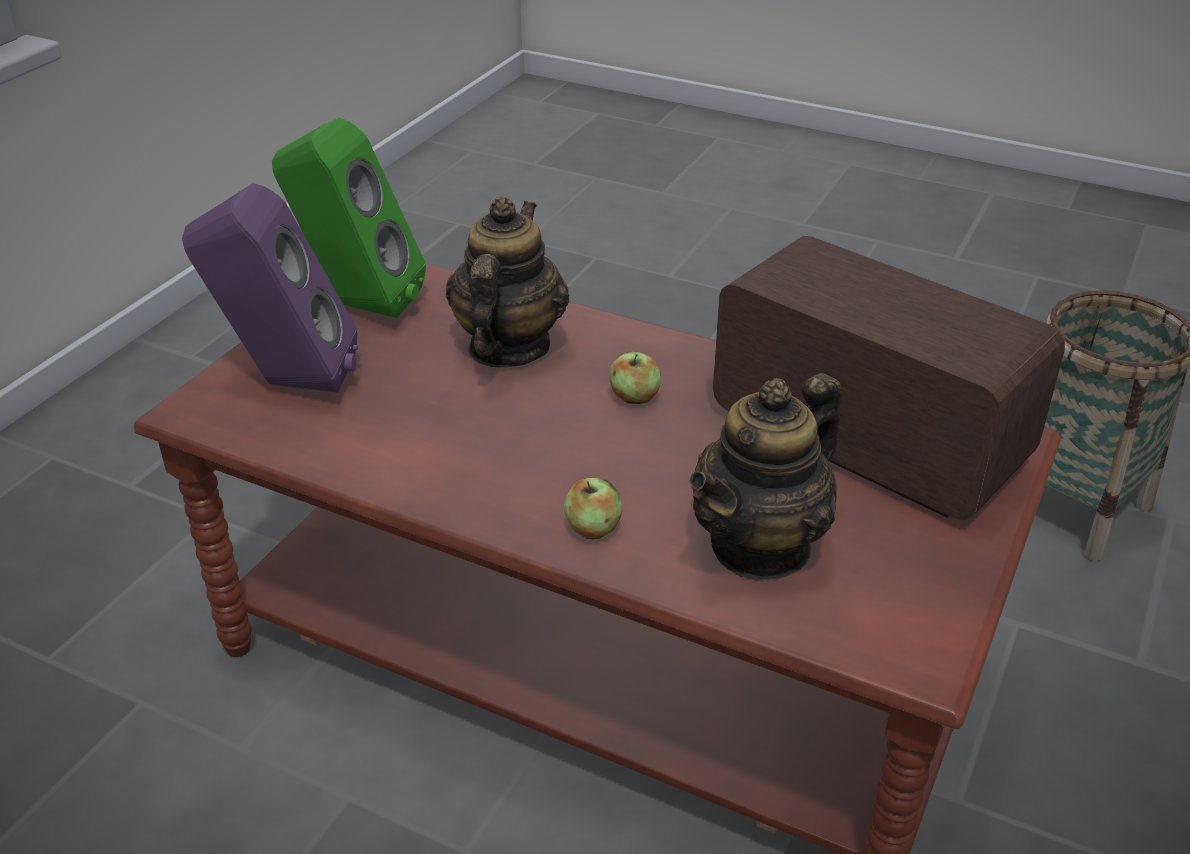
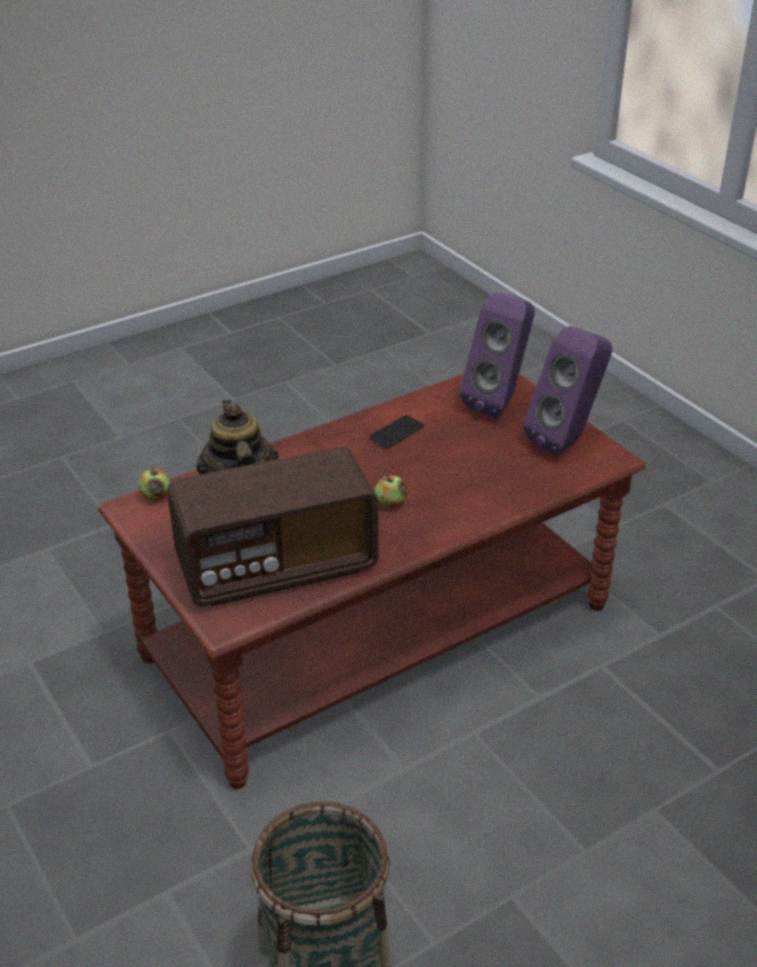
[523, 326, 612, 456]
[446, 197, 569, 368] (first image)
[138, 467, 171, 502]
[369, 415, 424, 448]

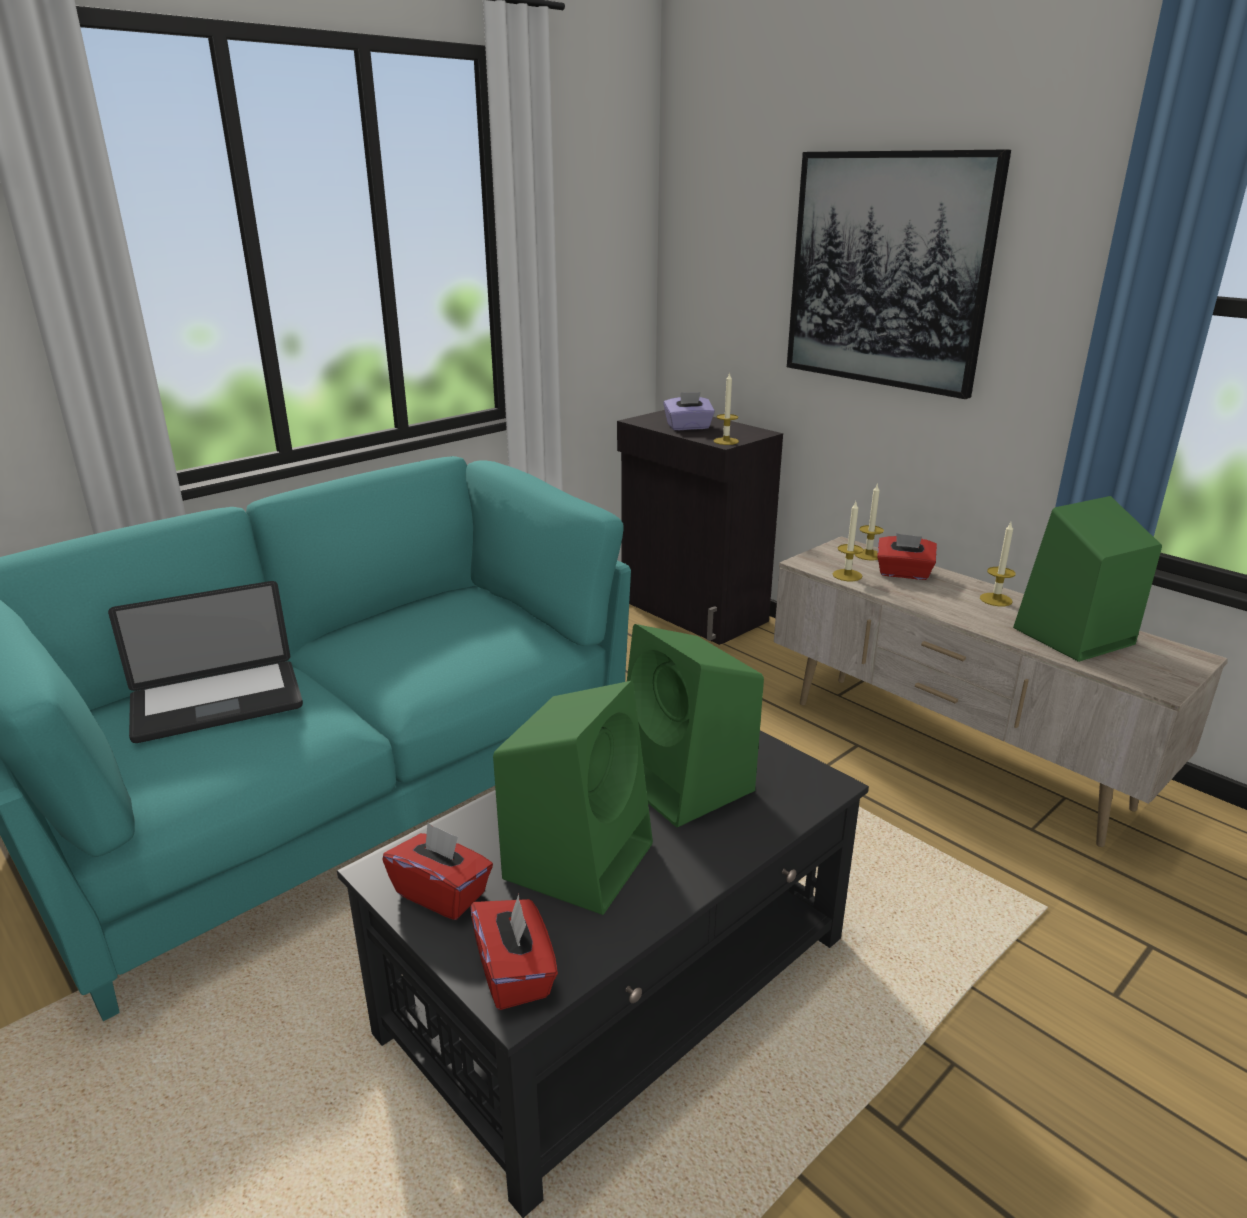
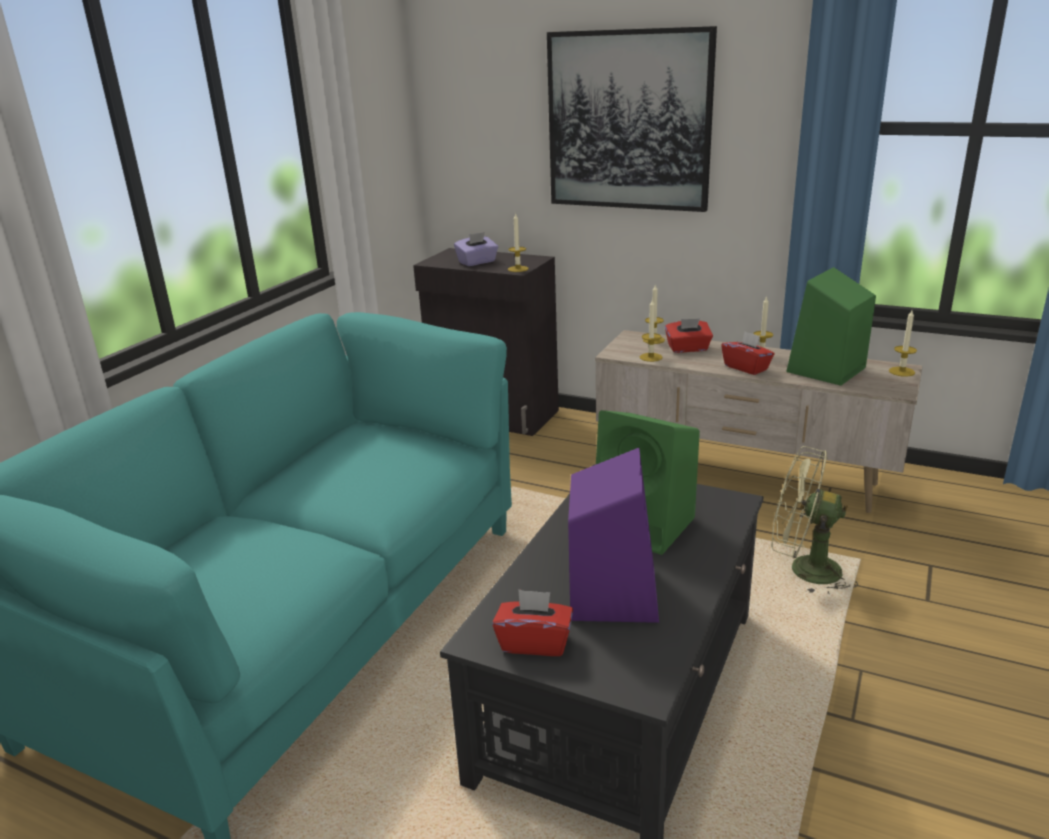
[108, 581, 303, 743] (first image)
[721, 331, 774, 375]
[568, 448, 659, 623]
[771, 446, 858, 595]
[889, 310, 917, 377]

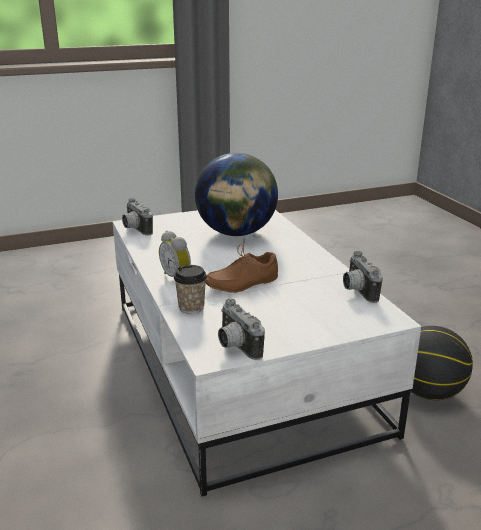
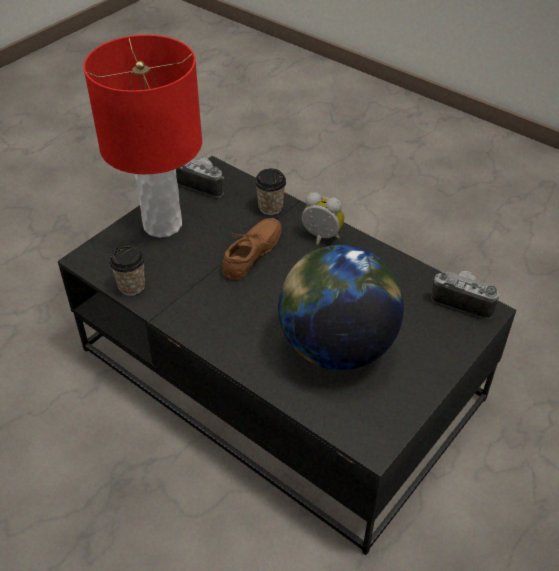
[58, 156, 516, 555]
[109, 245, 145, 296]
[411, 326, 473, 400] (first image)
[83, 35, 202, 238]

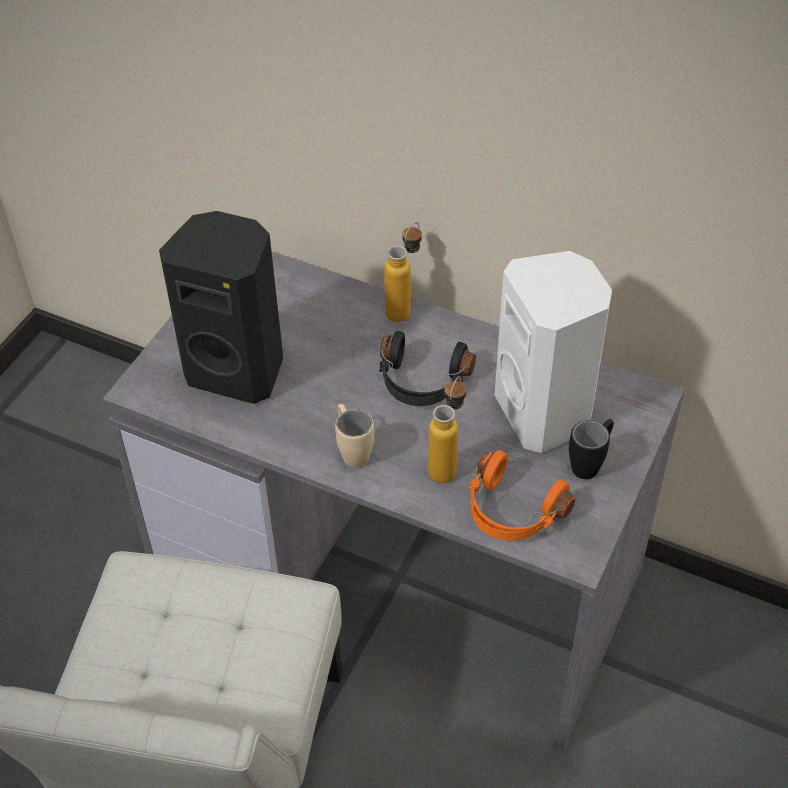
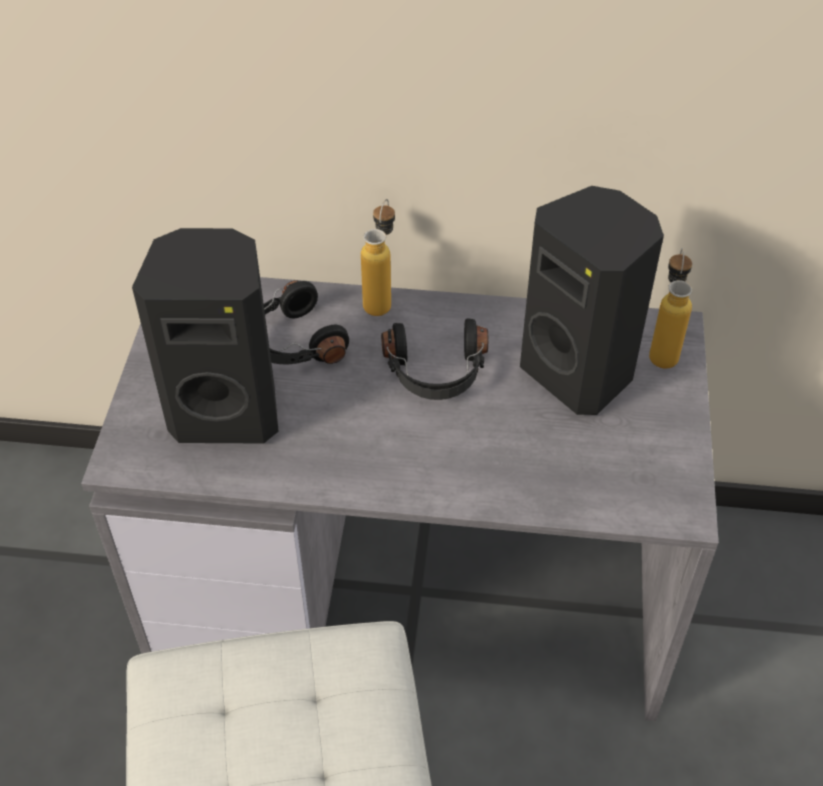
[335, 404, 374, 468] (first image)
[649, 248, 692, 369]
[469, 450, 576, 540] (first image)
[520, 186, 664, 415]
[569, 419, 614, 479] (first image)
[264, 280, 349, 365]

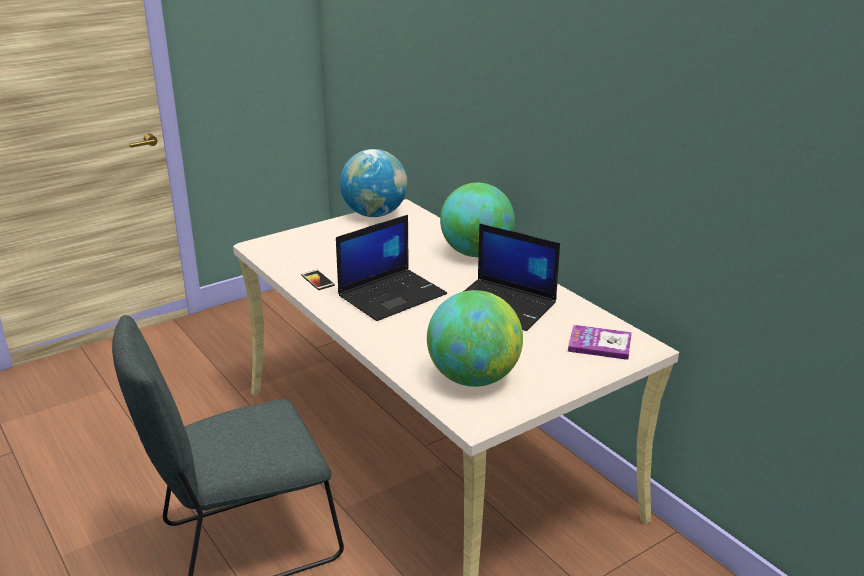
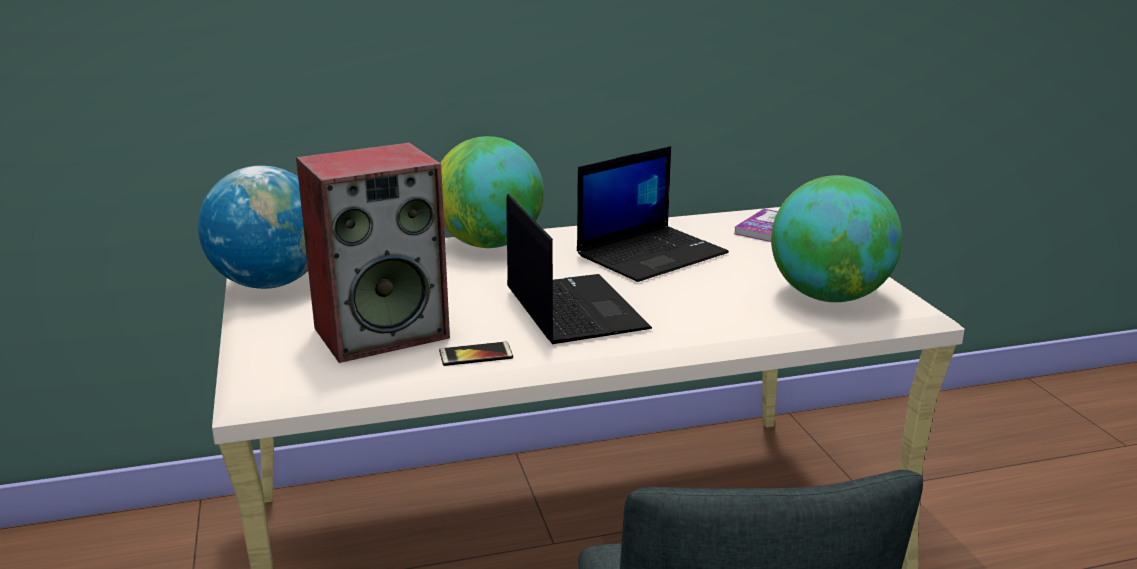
[296, 143, 450, 363]

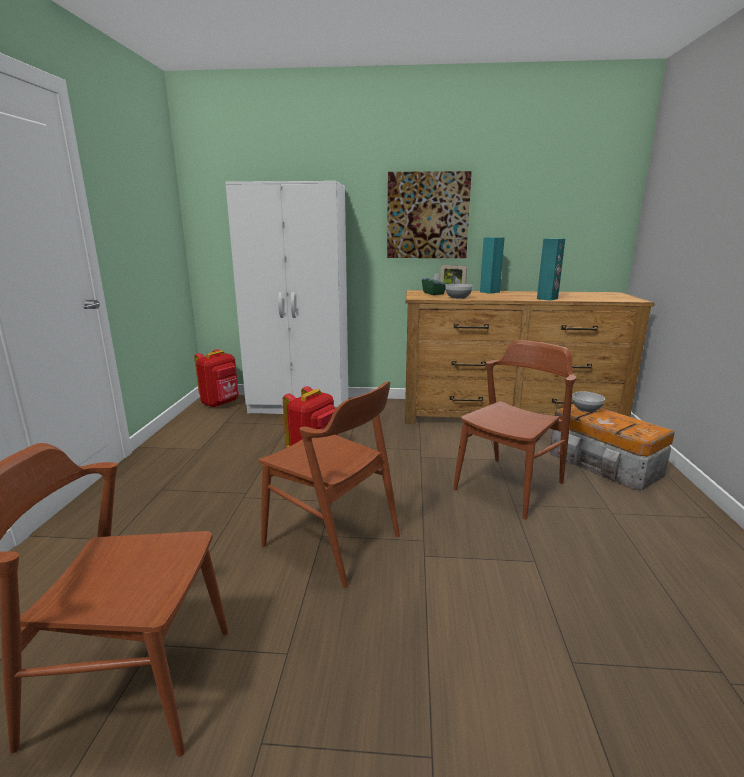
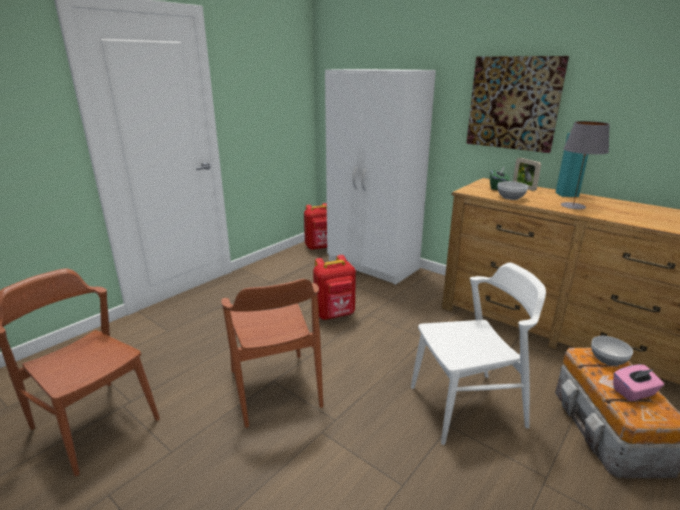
[411, 263, 546, 445]
[537, 238, 565, 301] (first image)
[561, 121, 610, 209]
[613, 364, 664, 401]

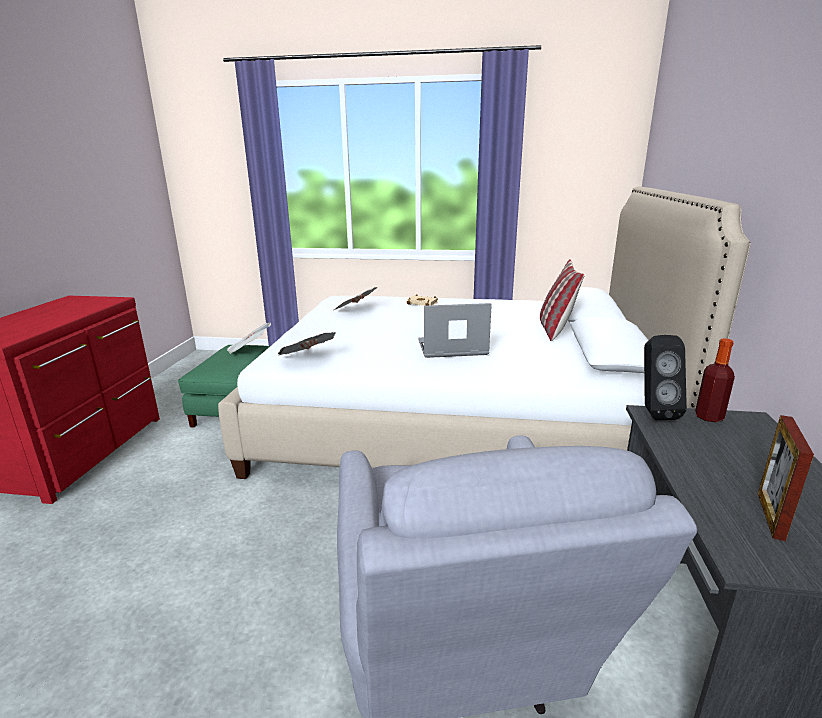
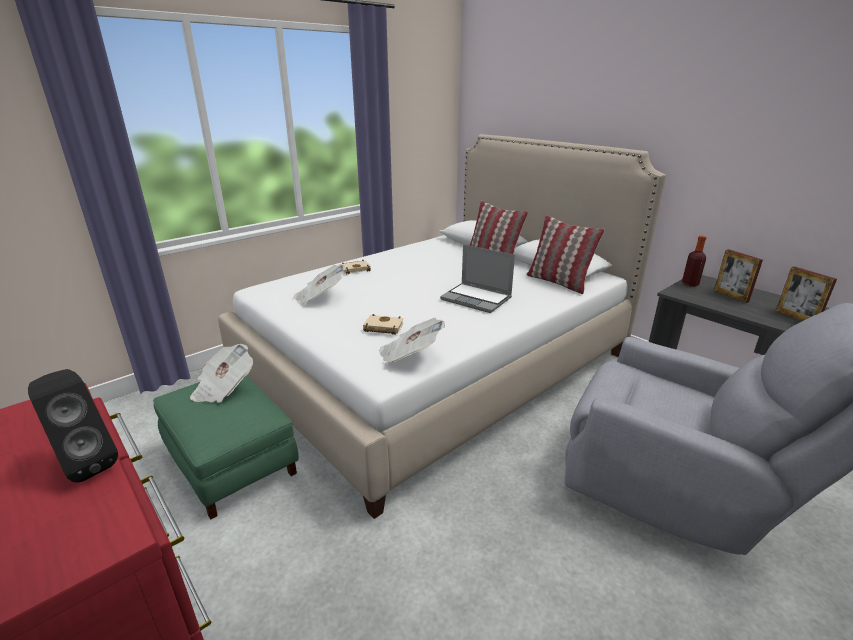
[440, 244, 515, 313]
[28, 369, 118, 482]
[363, 314, 403, 335]
[527, 215, 604, 294]
[714, 249, 763, 303]

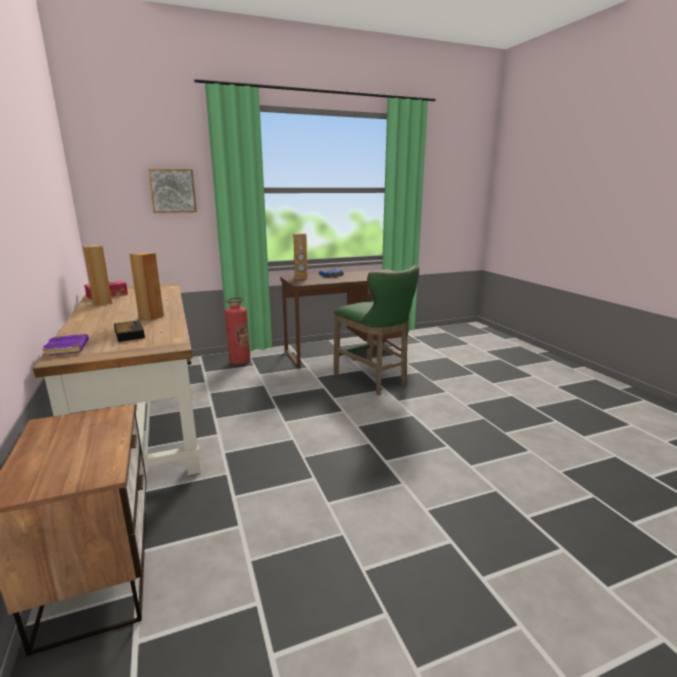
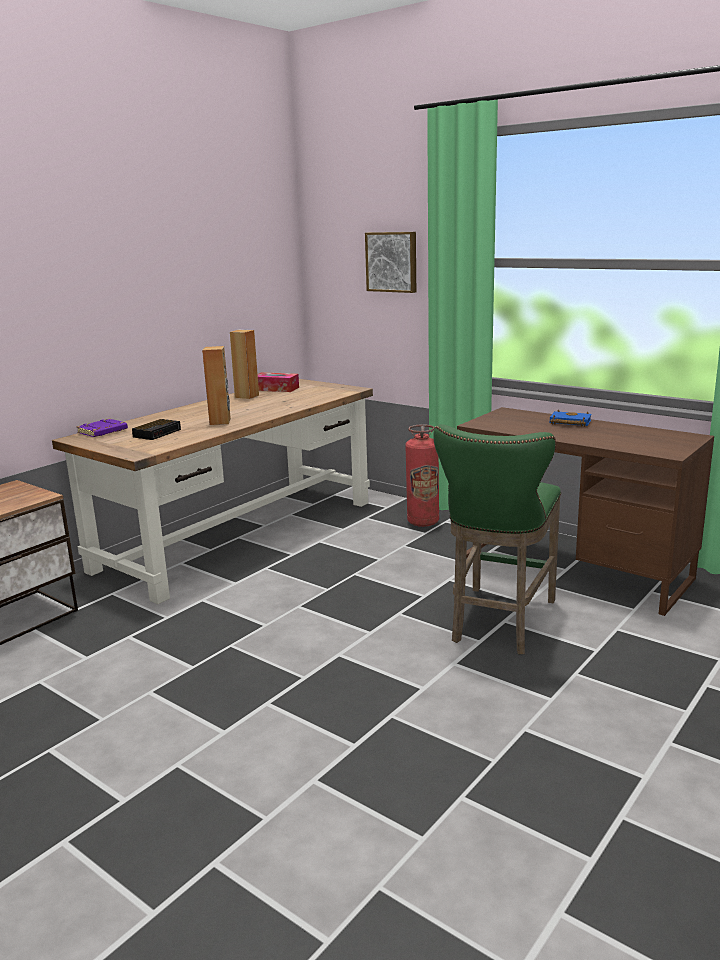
[293, 233, 308, 279] (first image)

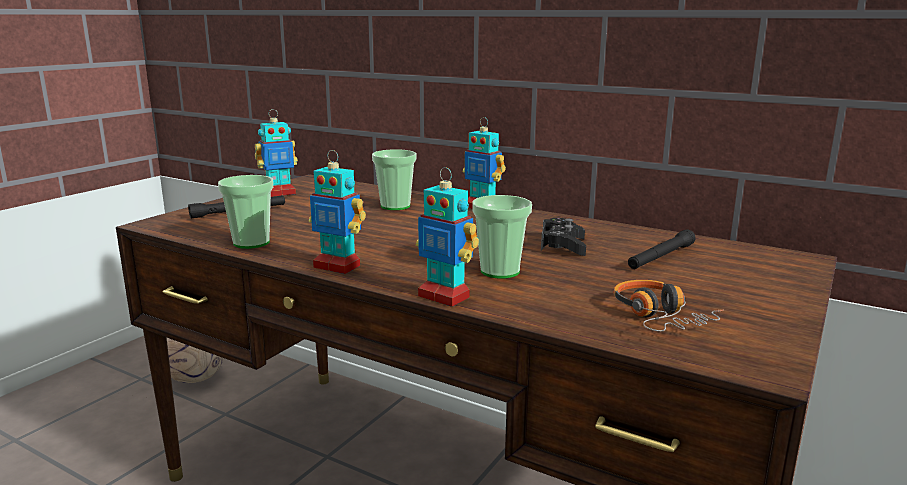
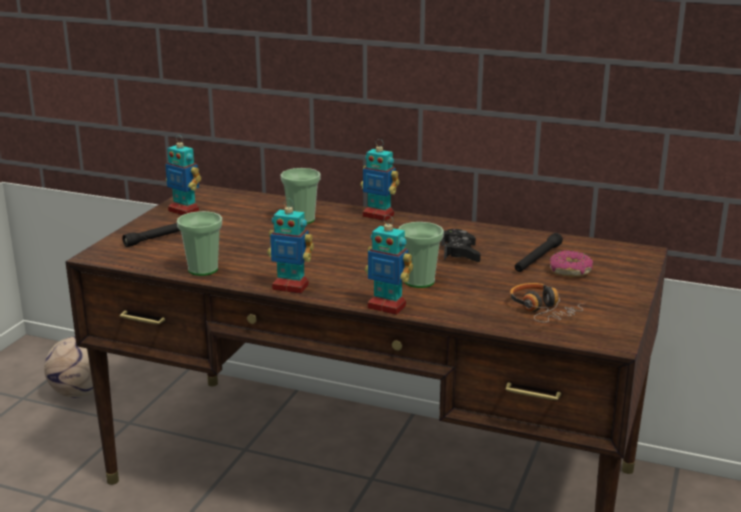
[165, 135, 201, 215]
[550, 250, 593, 277]

